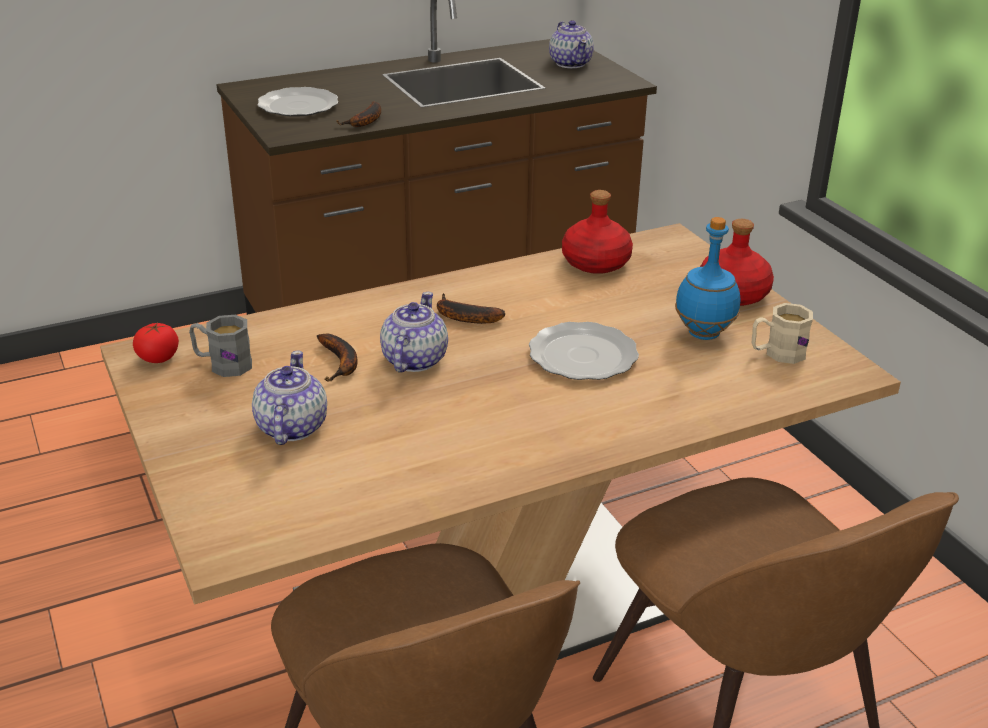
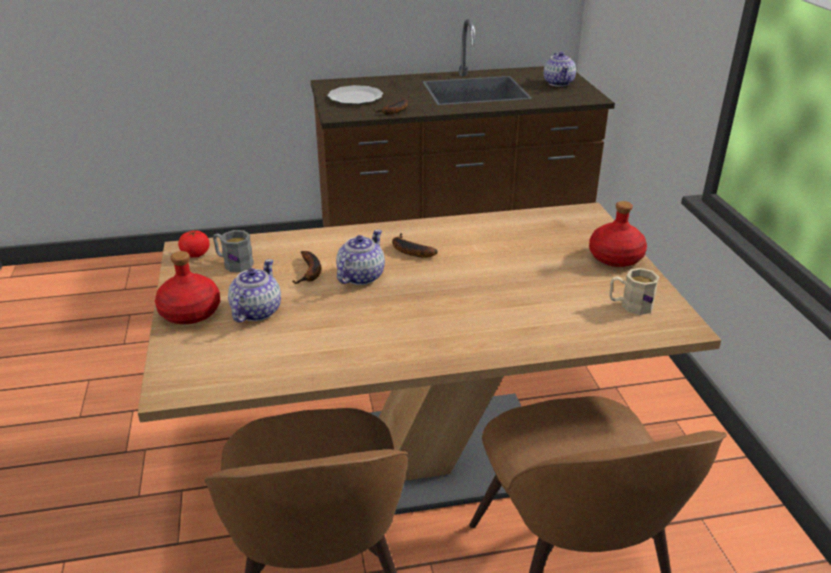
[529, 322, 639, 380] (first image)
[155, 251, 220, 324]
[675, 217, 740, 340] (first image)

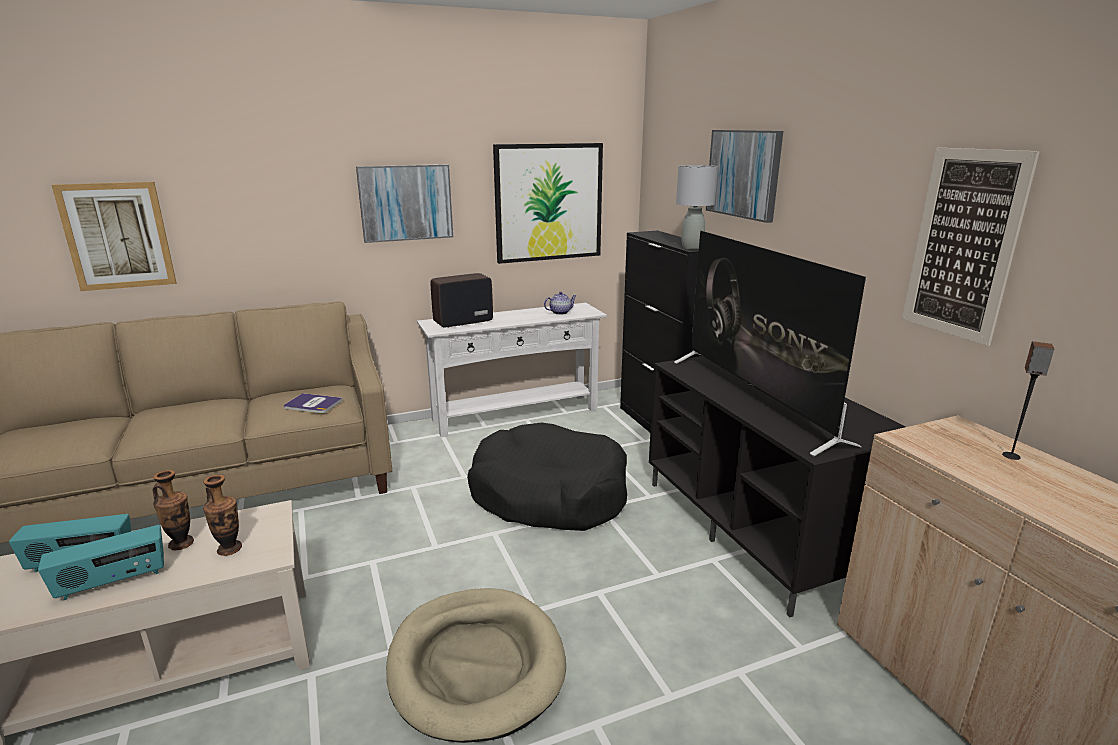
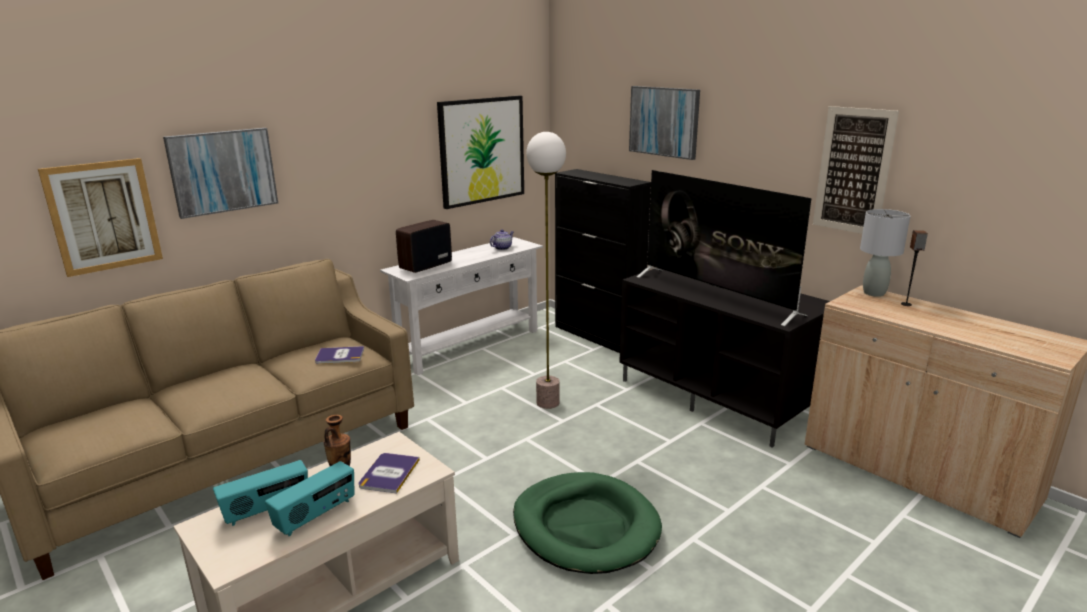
[359, 453, 420, 494]
[163, 128, 278, 219]
[513, 472, 662, 574]
[526, 132, 566, 409]
[860, 209, 911, 297]

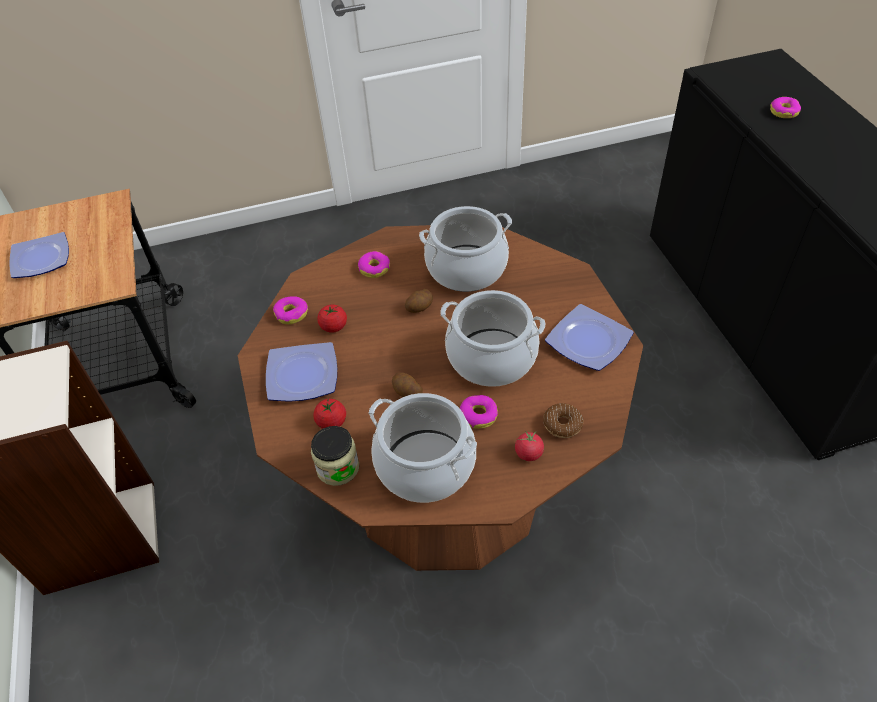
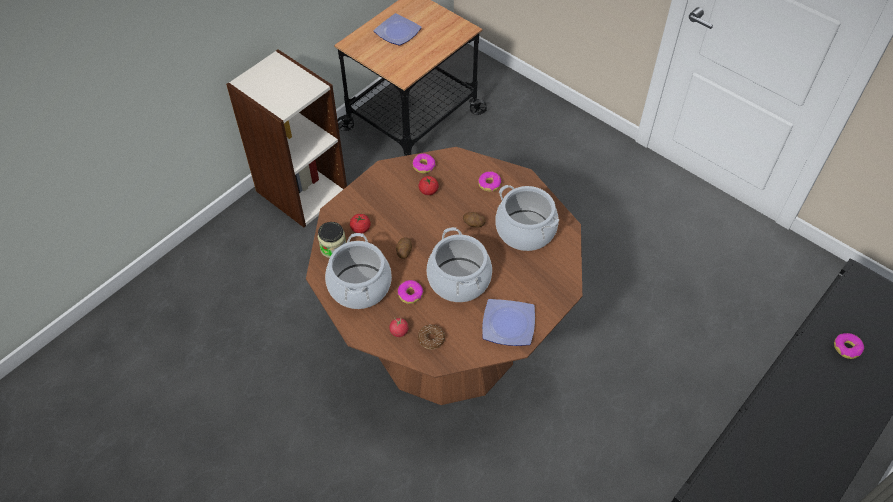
[266, 342, 337, 402] (first image)

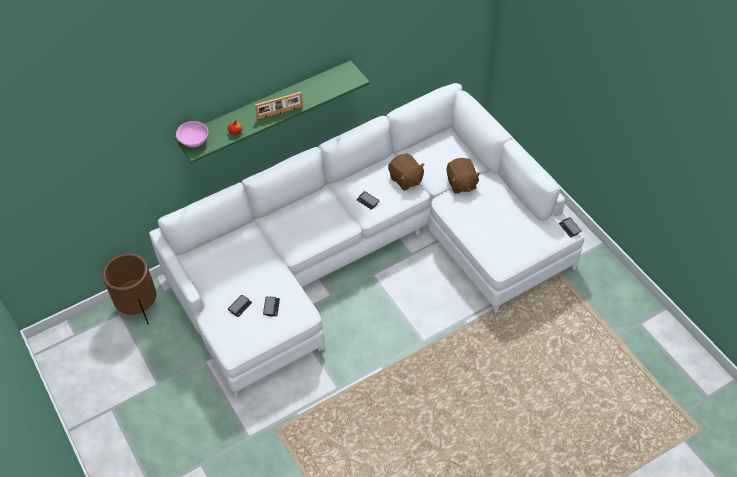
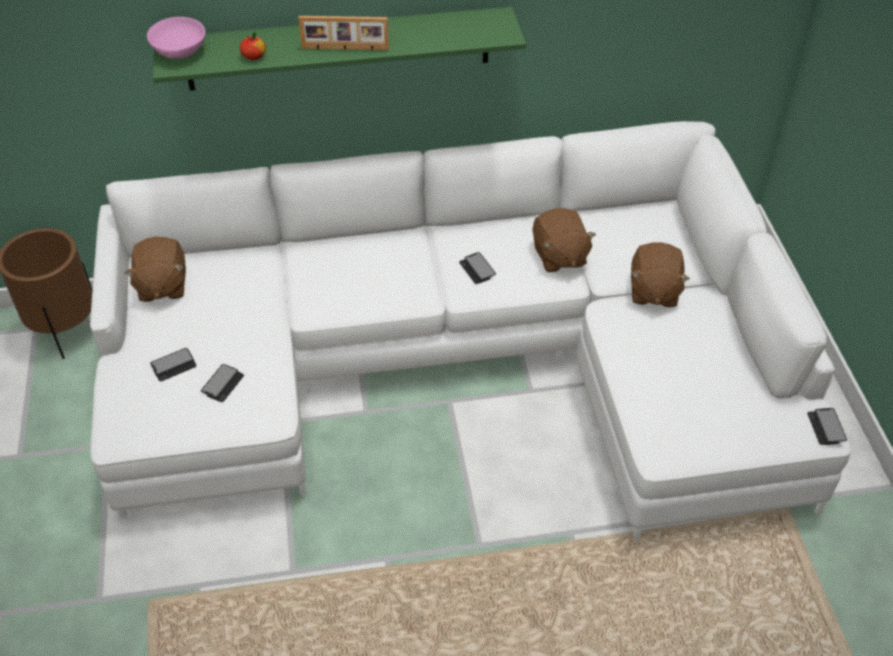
[124, 237, 186, 302]

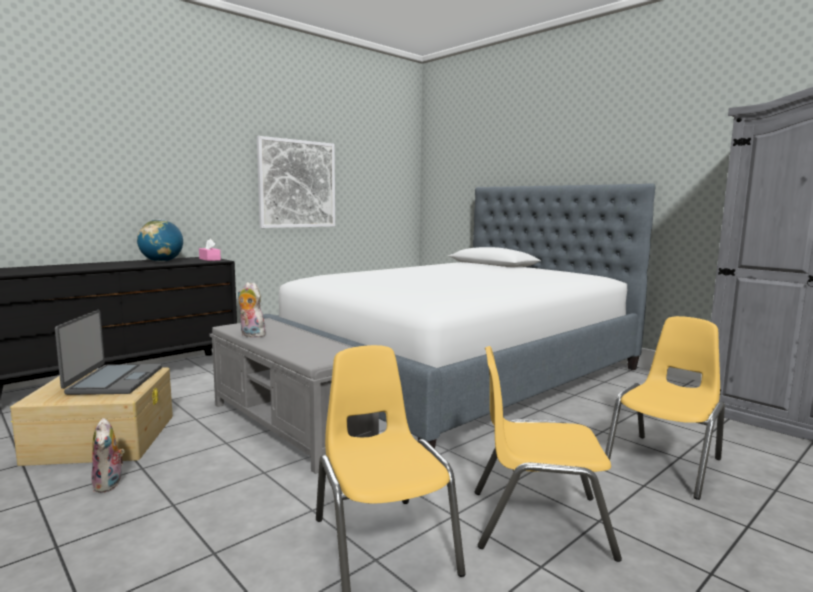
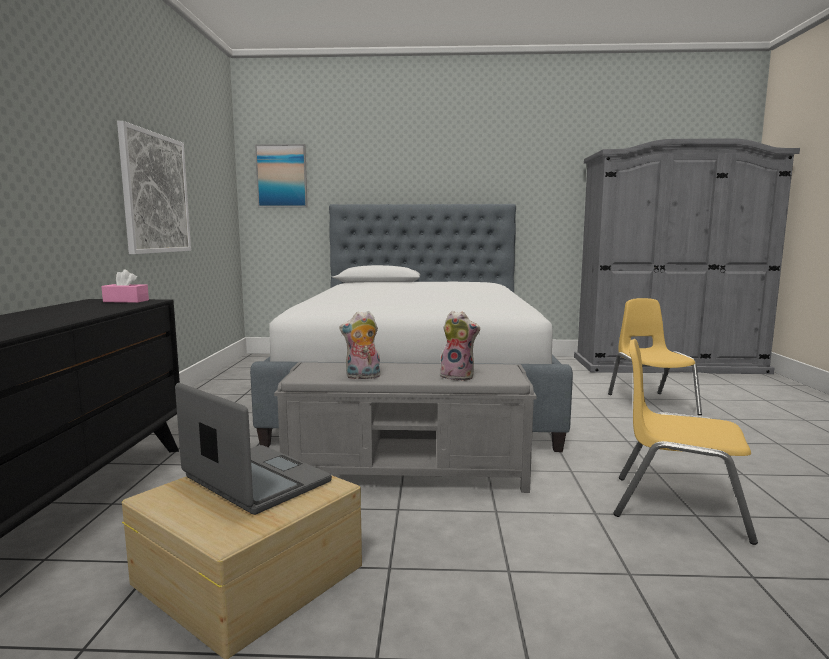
[438, 311, 480, 381]
[137, 220, 183, 262] (first image)
[475, 346, 622, 562] (first image)
[255, 144, 308, 207]

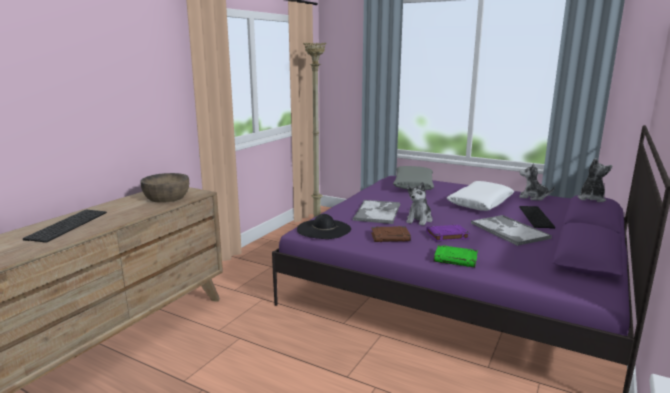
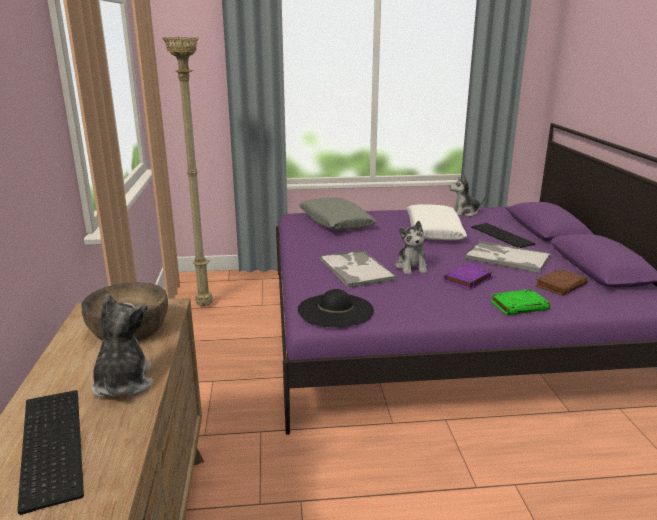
[535, 269, 588, 296]
[91, 294, 154, 397]

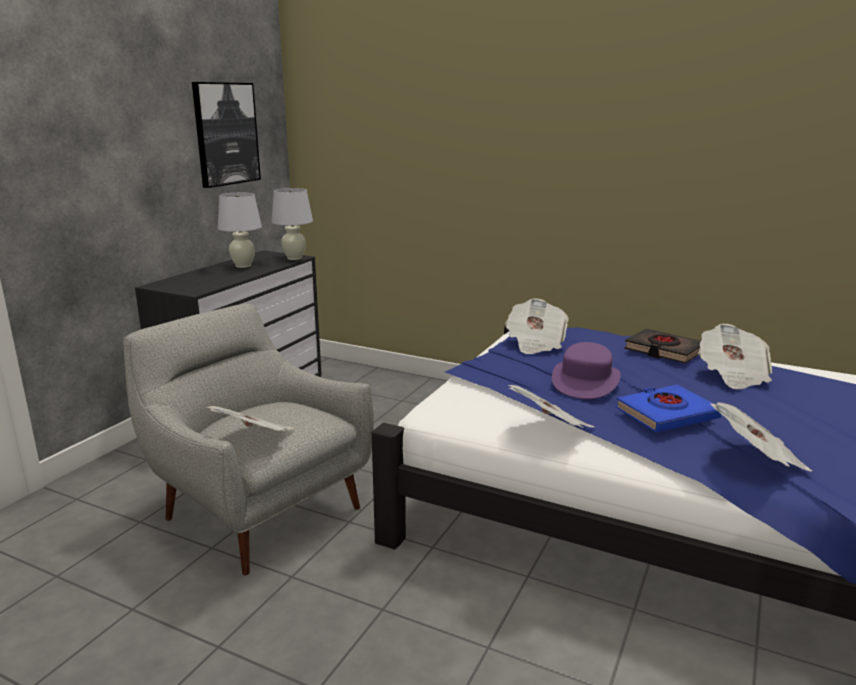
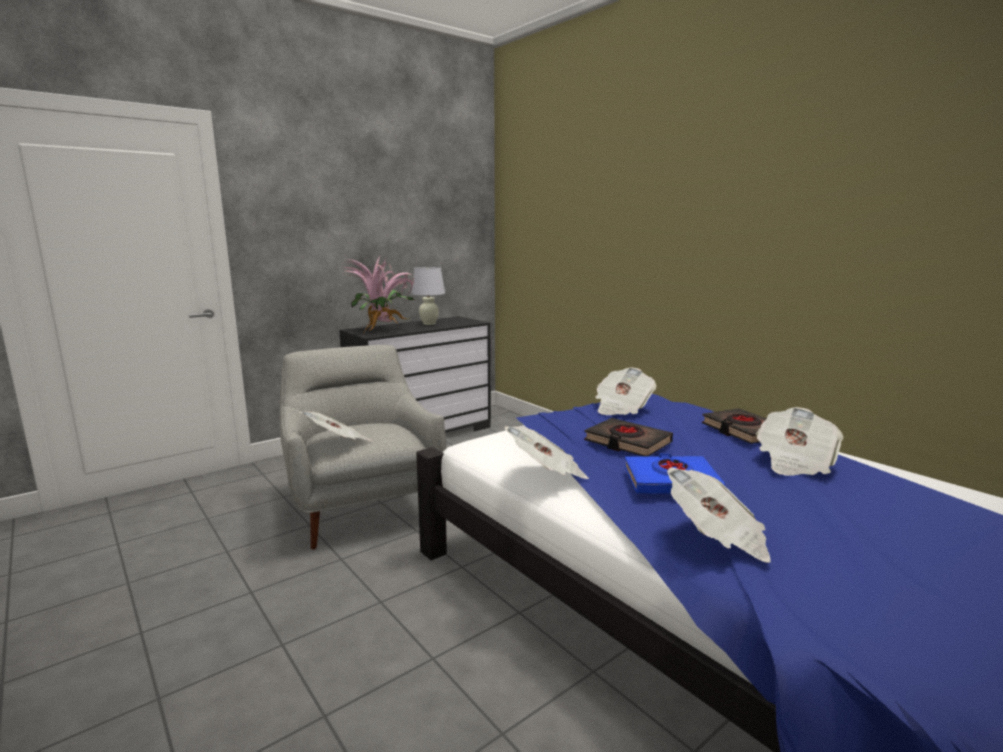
[192, 82, 261, 188] (first image)
[271, 188, 313, 260] (first image)
[584, 418, 673, 456]
[343, 255, 414, 335]

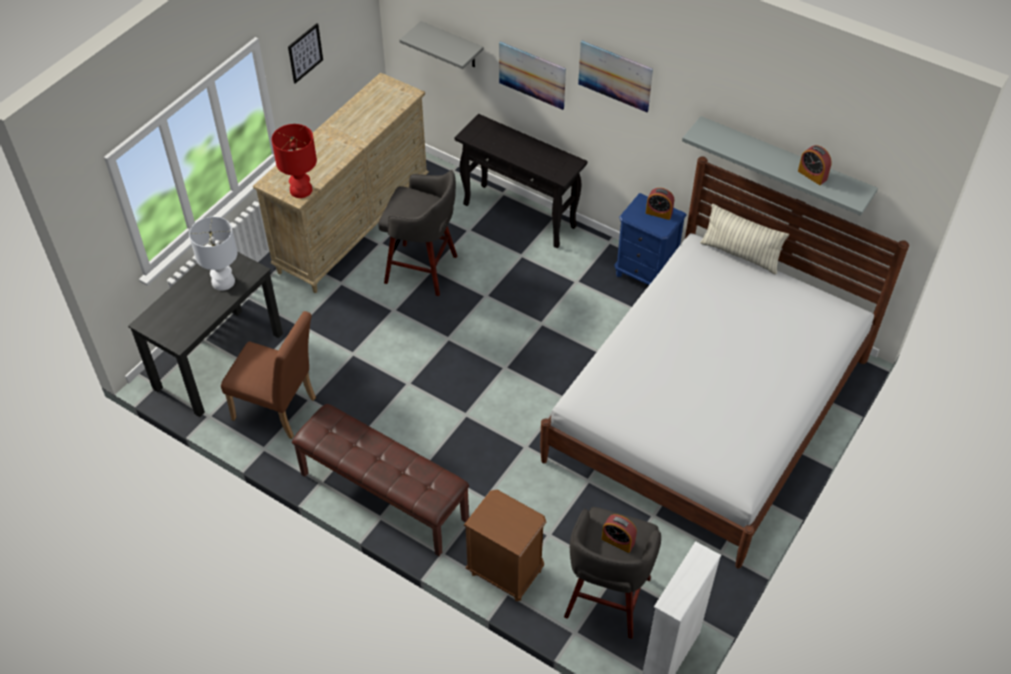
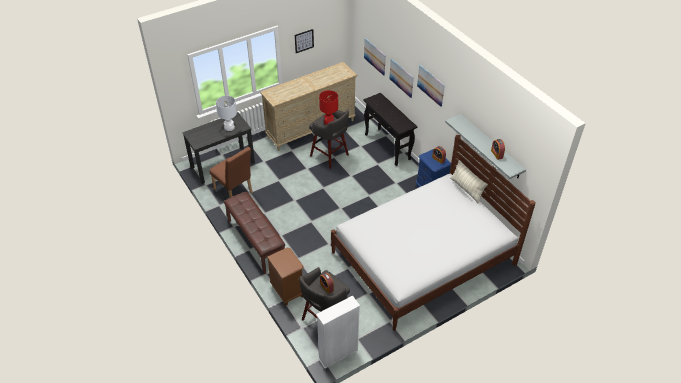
[319, 90, 338, 125]
[364, 38, 386, 76]

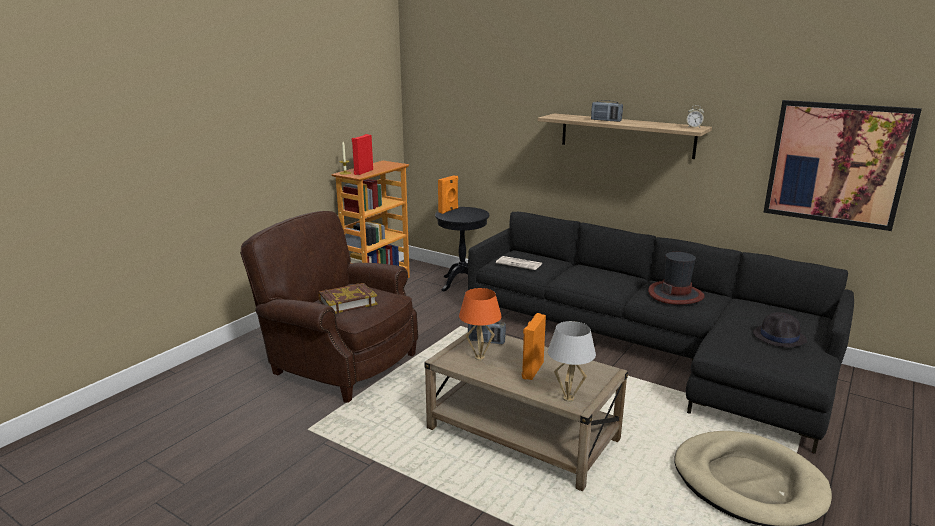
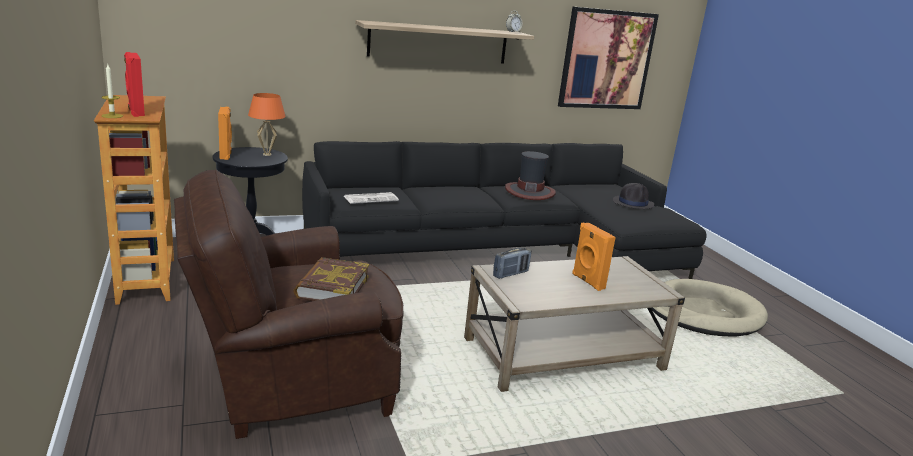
[248, 93, 286, 156]
[548, 321, 596, 402] (first image)
[591, 100, 623, 122] (first image)

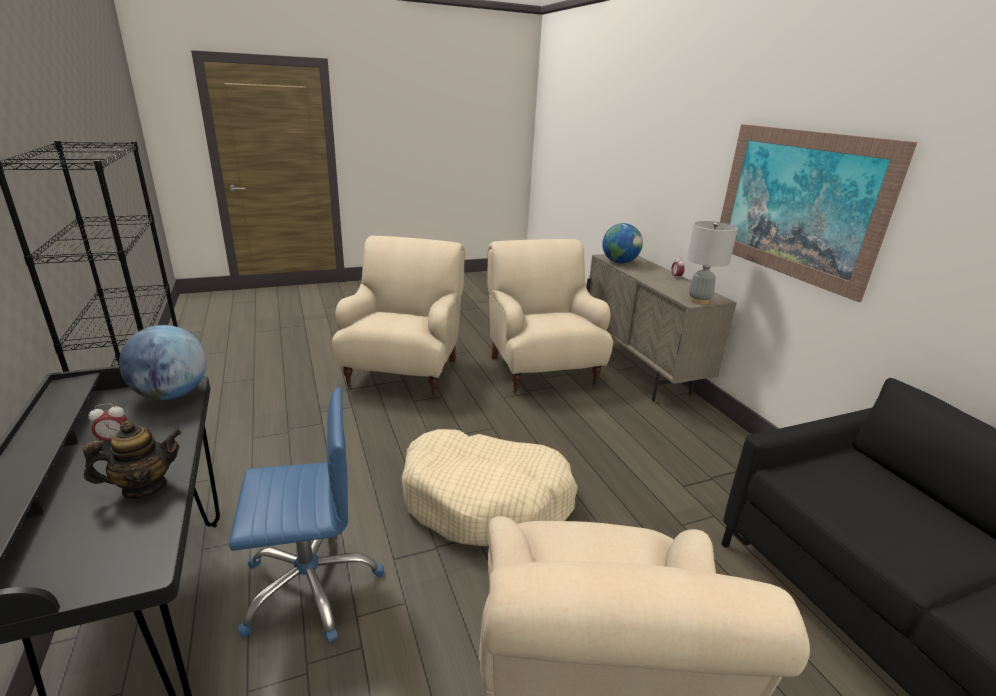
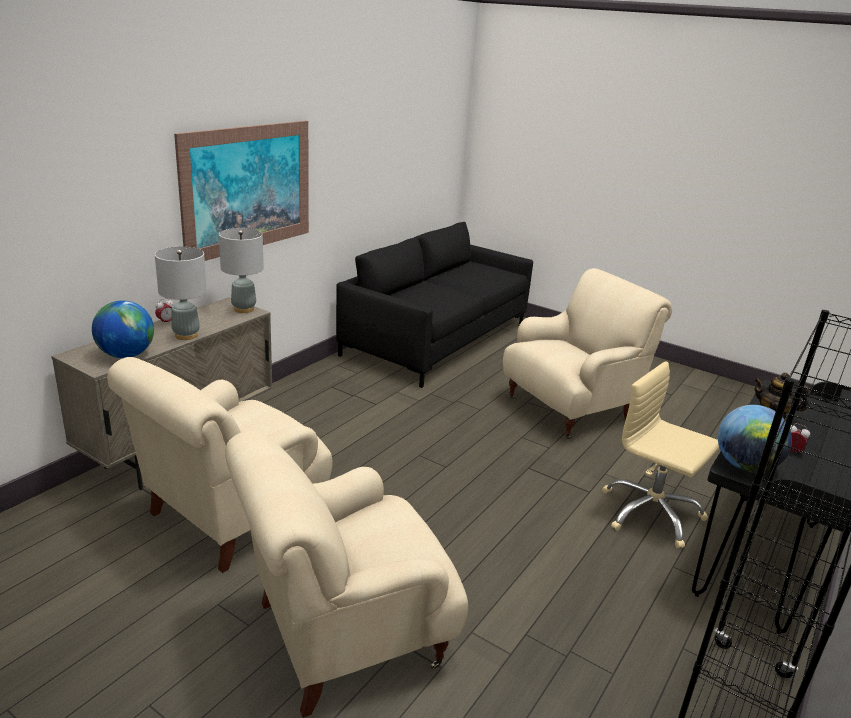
[602, 361, 719, 548]
[402, 429, 578, 546] (first image)
[155, 247, 207, 340]

